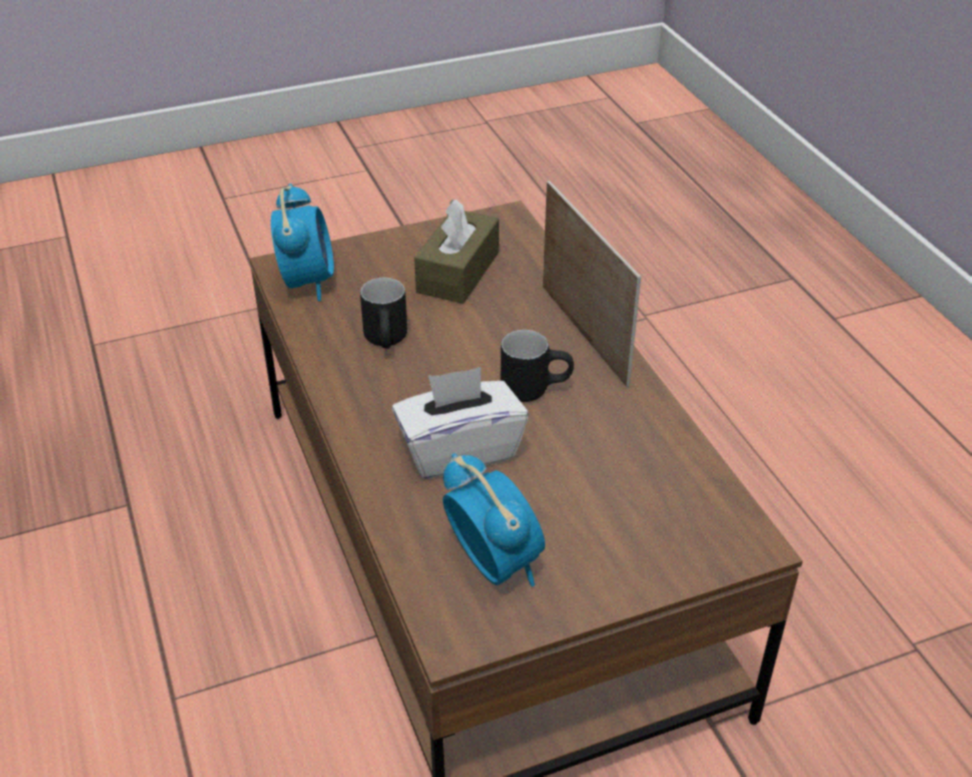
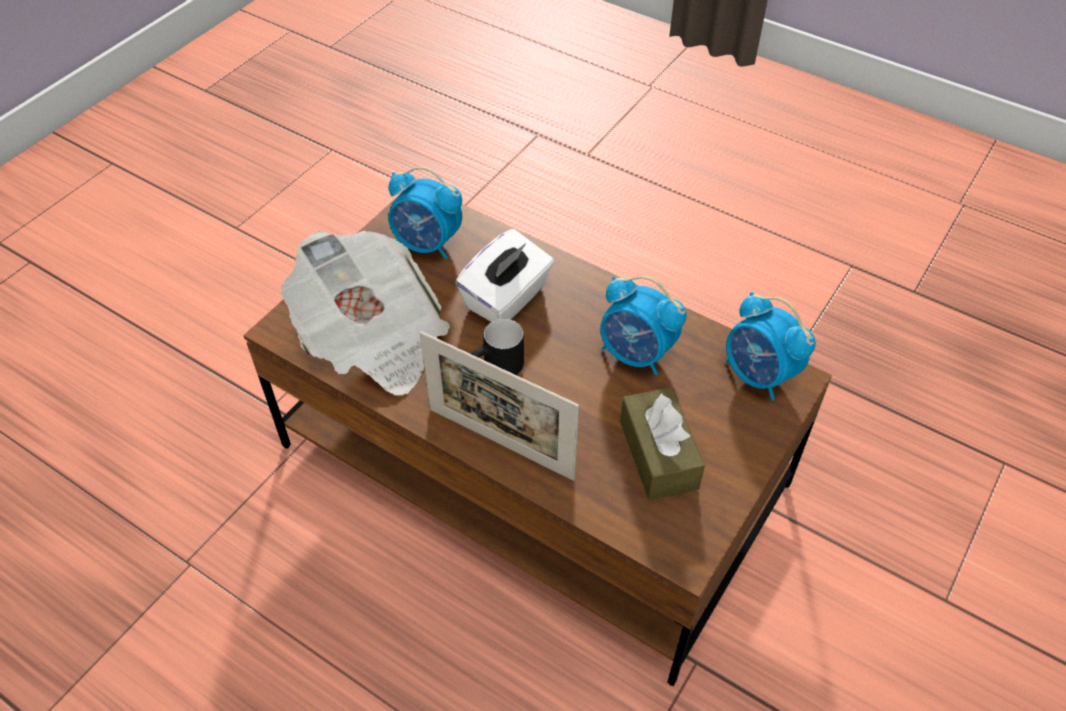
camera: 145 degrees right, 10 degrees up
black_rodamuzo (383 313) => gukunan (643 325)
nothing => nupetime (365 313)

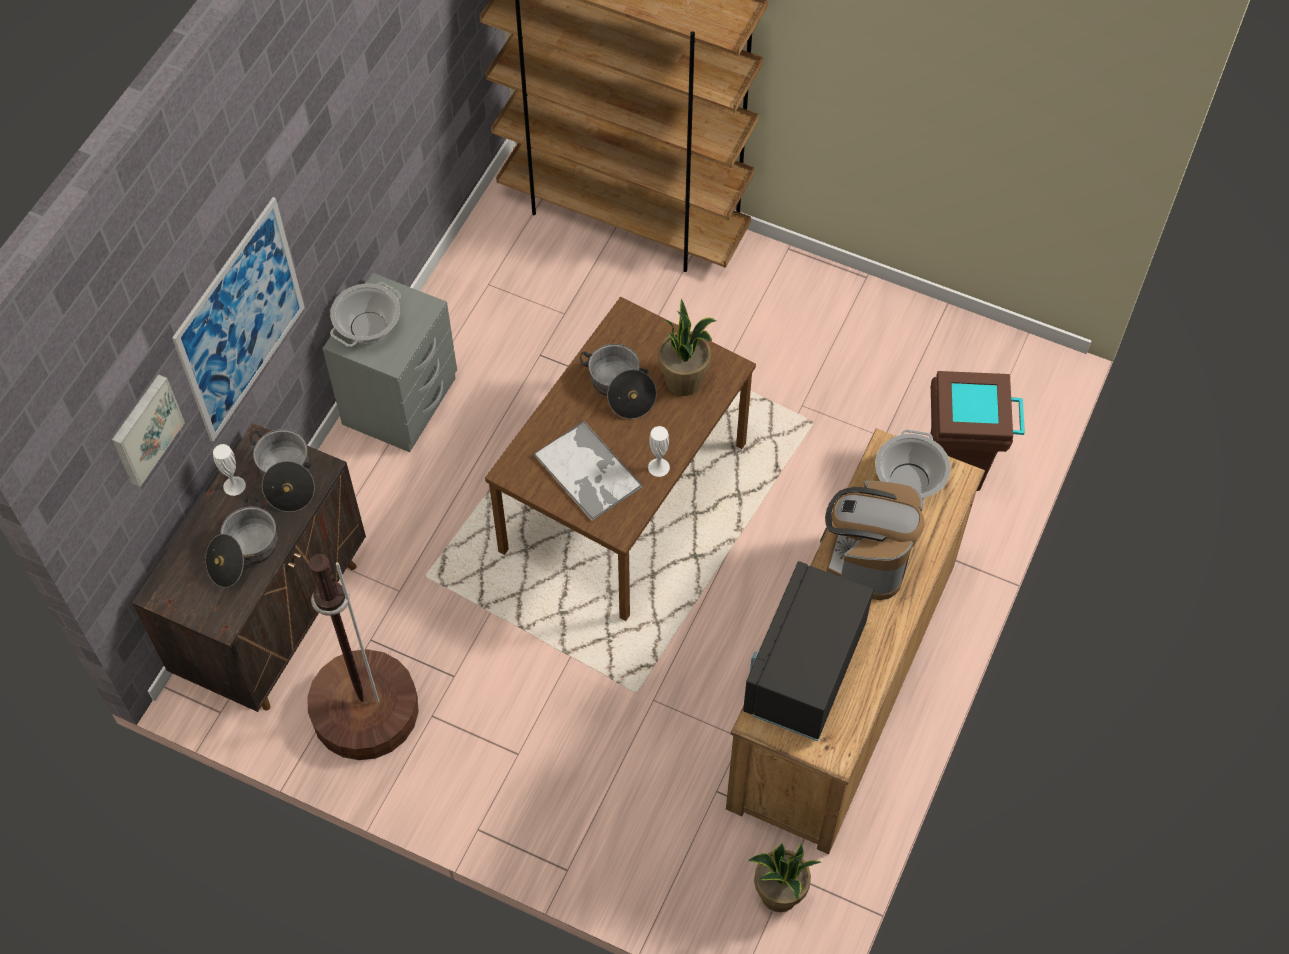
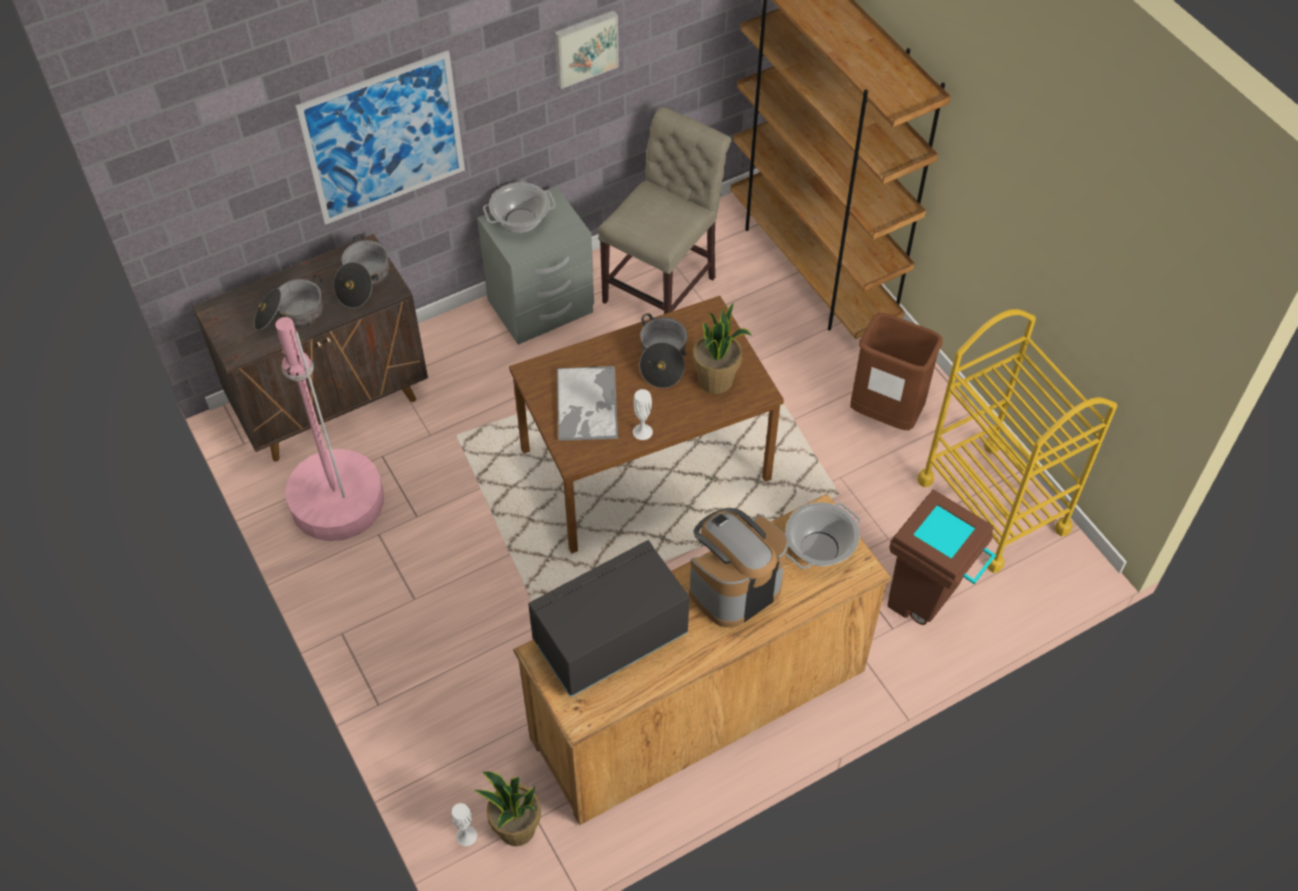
camera: 35 degrees right, 5 degrees down
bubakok (148 430) => bubakok (586 49), relocated
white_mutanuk (229 470) => white_mutanuk (464 824), relocated
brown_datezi (363 657) => pink_datezi (329 429)
nothing => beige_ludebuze (664 210)
nothing => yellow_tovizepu (1017 441)
nothing => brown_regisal (896 371)

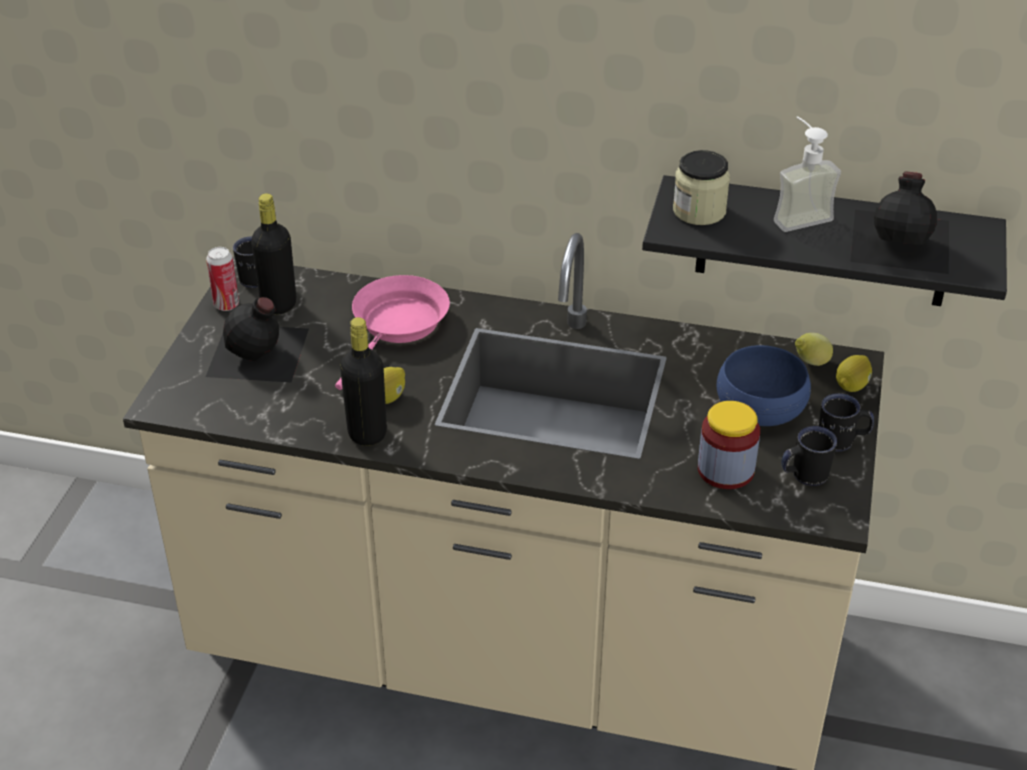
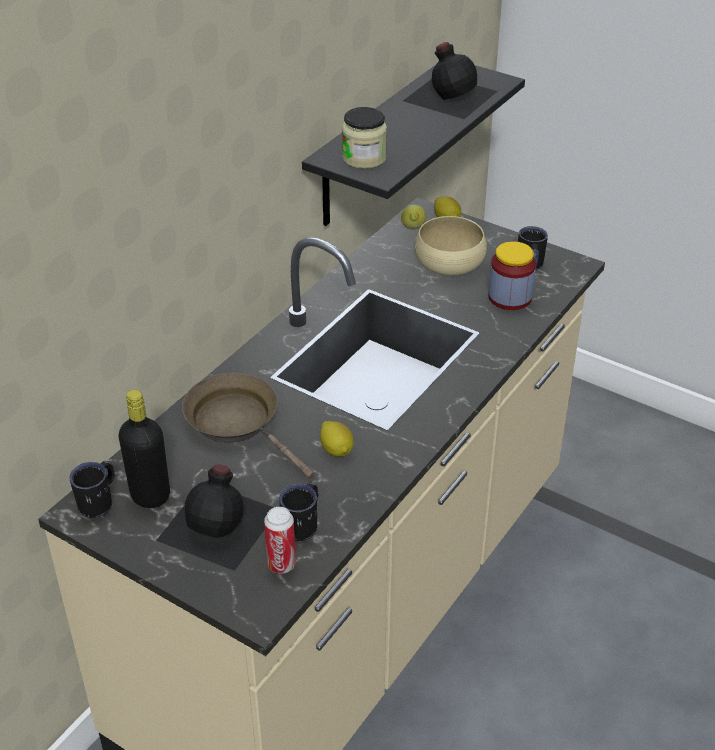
camera: 70 degrees left, 0 degrees up
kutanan (807 174) => nothing
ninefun (222 279) => ninefun (280 540), relocated
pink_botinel (392 332) => brown_botinel (248 425)
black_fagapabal (363 381) => nothing
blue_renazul (764 385) => beige_renazul (450 246)
black_rodamuzo (846 422) => black_rodamuzo (298 511), relocated

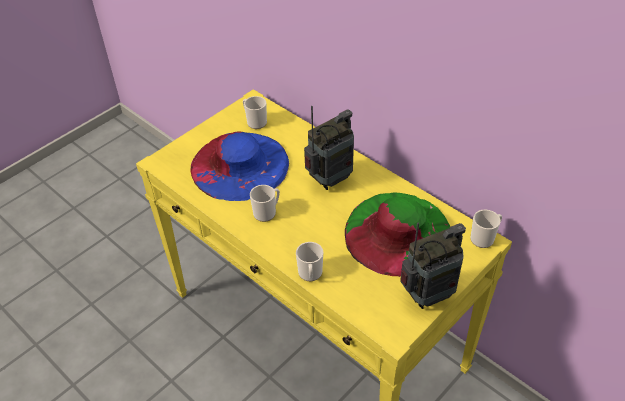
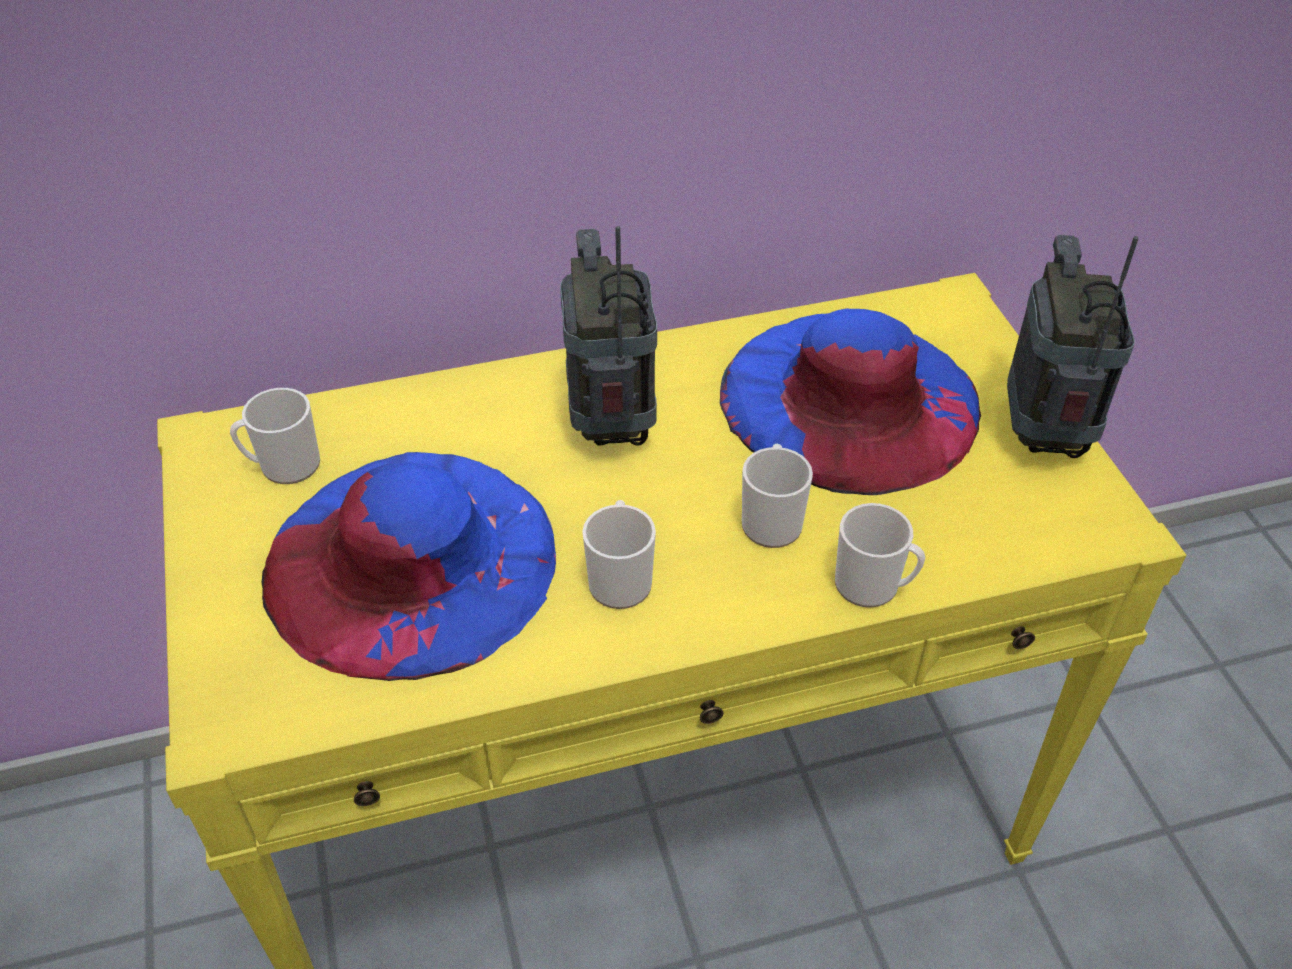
camera: 60 degrees left, 0 degrees up
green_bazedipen (397 235) => blue_bazedipen (850 402)
rodamuzo (486 229) => rodamuzo (777 496), relocated

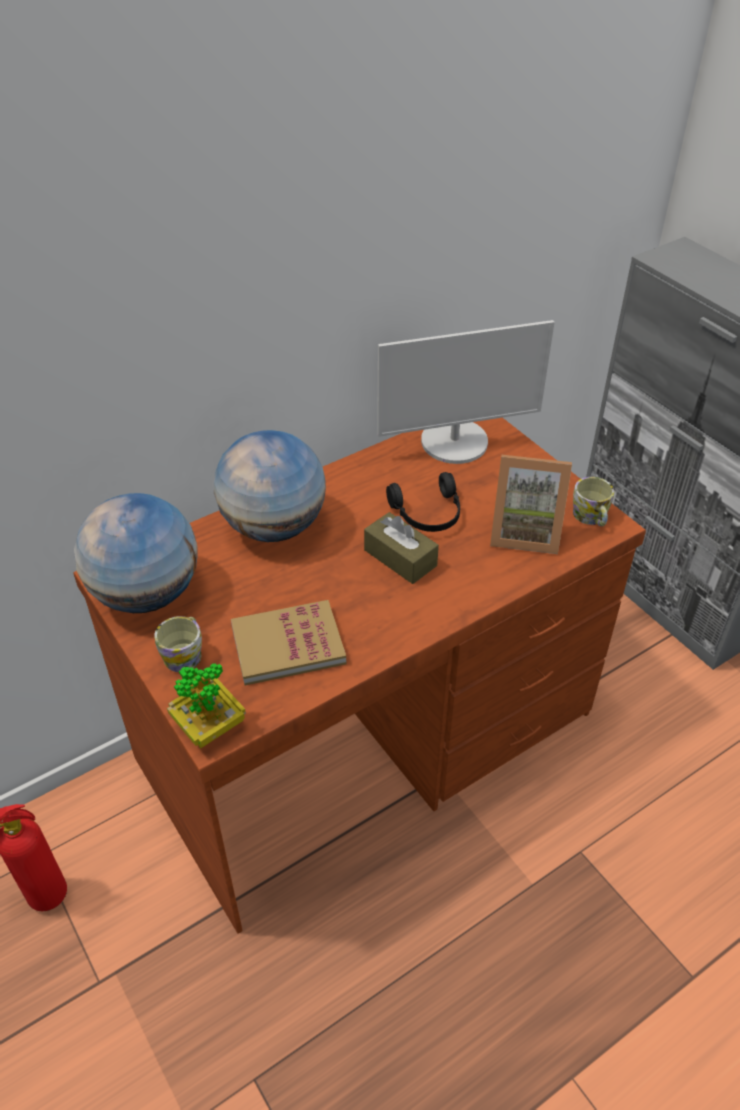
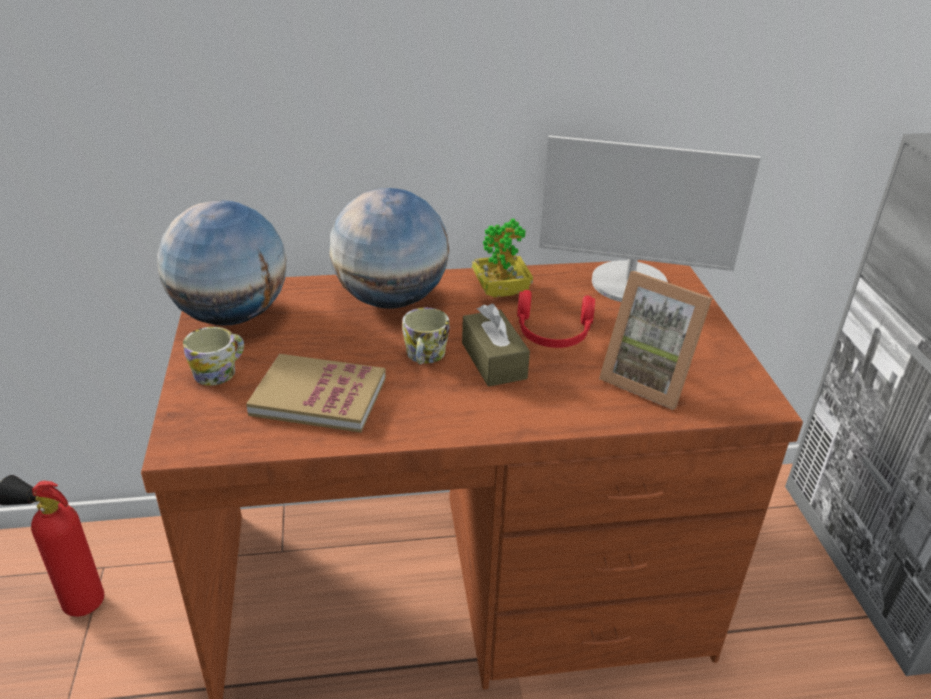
camera: 25 degrees right, 10 degrees down
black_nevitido (423 502) => red_nevitido (556 319)
rodamuzo (593 501) => rodamuzo (425 336), relocated
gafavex (206 706) => gafavex (502 258), relocated

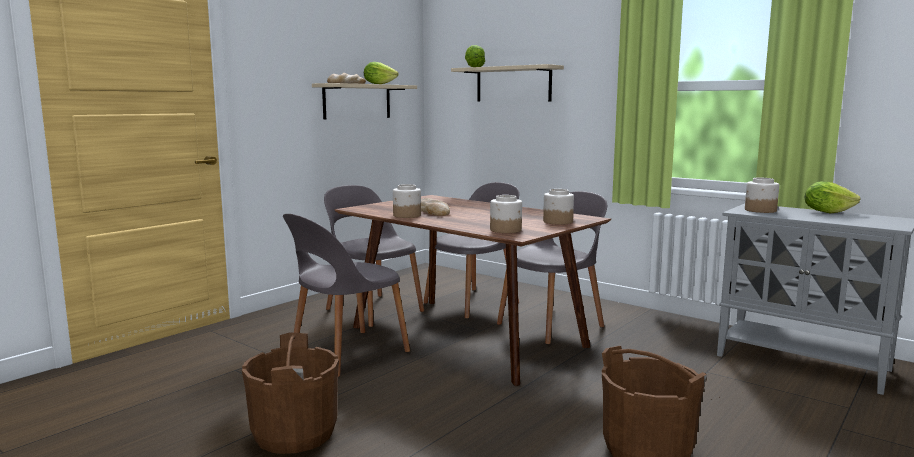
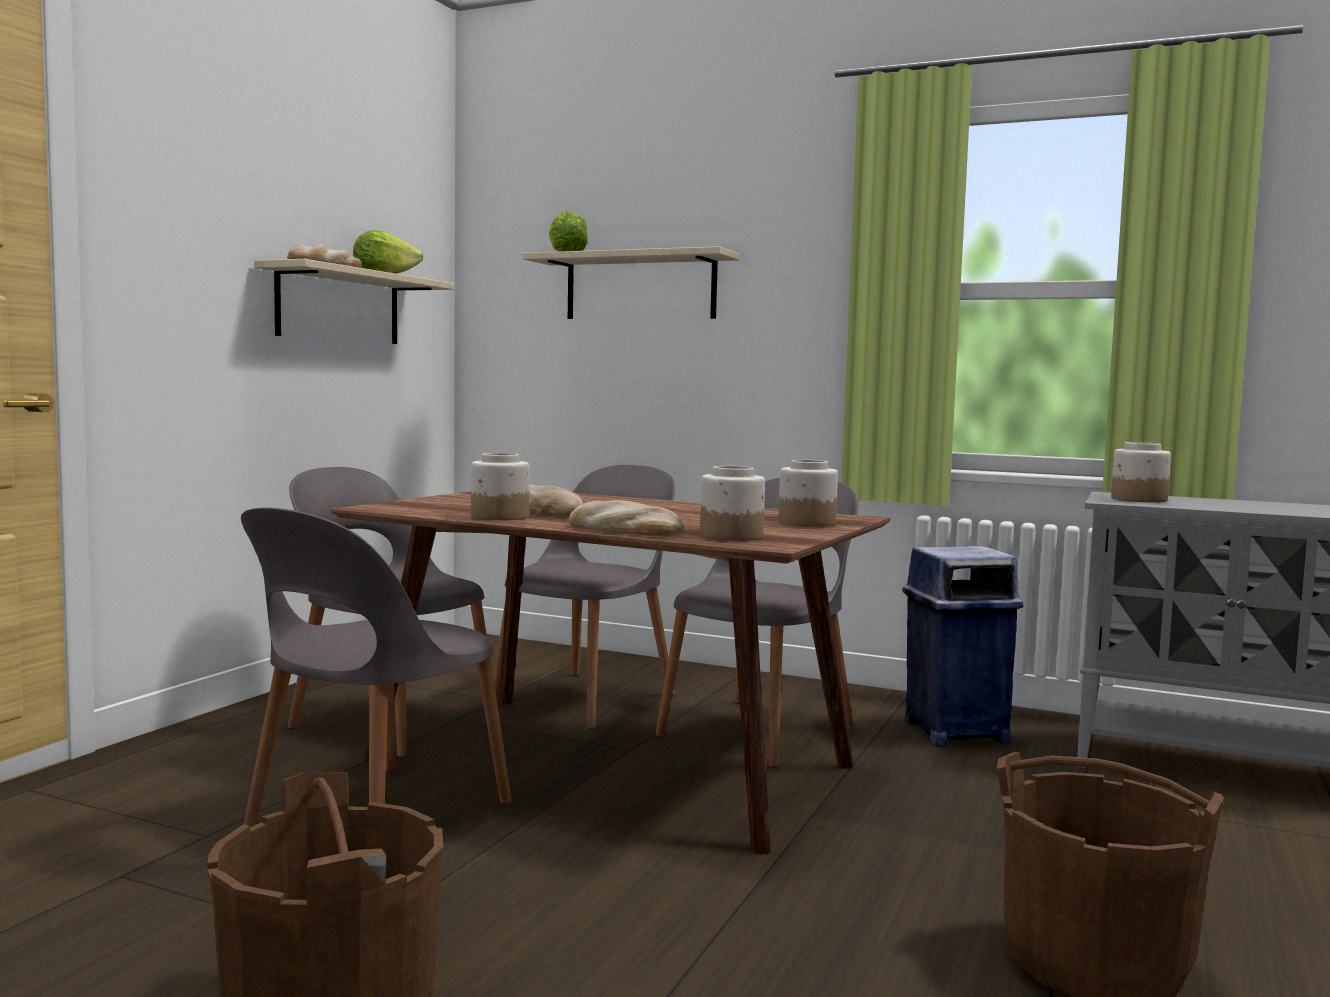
camera: 15 degrees left, 5 degrees down
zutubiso (833 197) => nothing
nothing => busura (626 518)
nothing => blue_regisal (963 646)

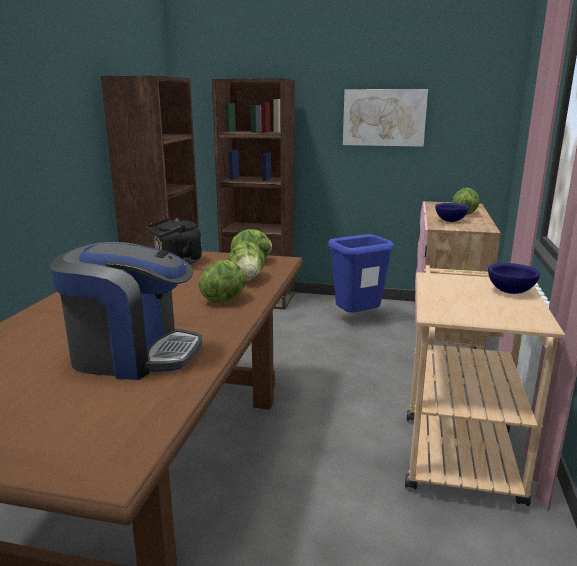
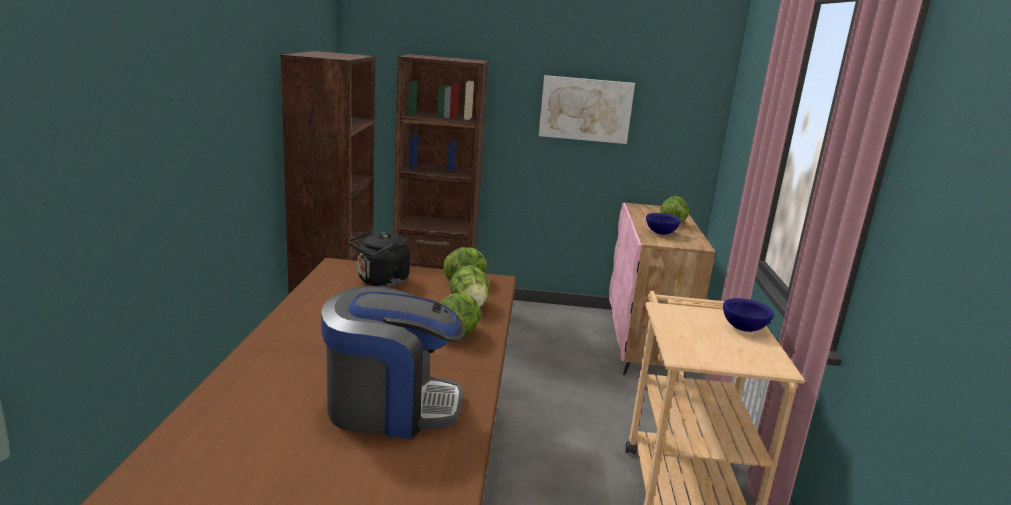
camera: 10 degrees left, 0 degrees up
blue_regisal (361 273) => nothing

